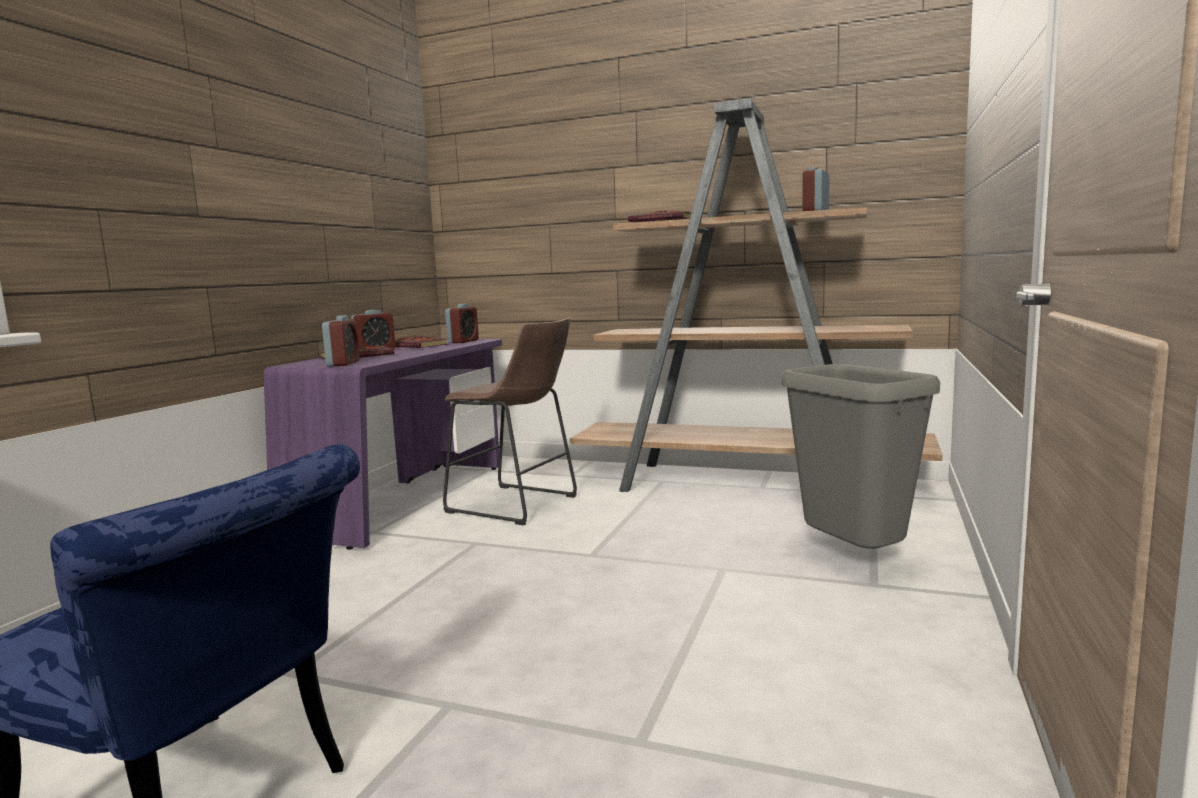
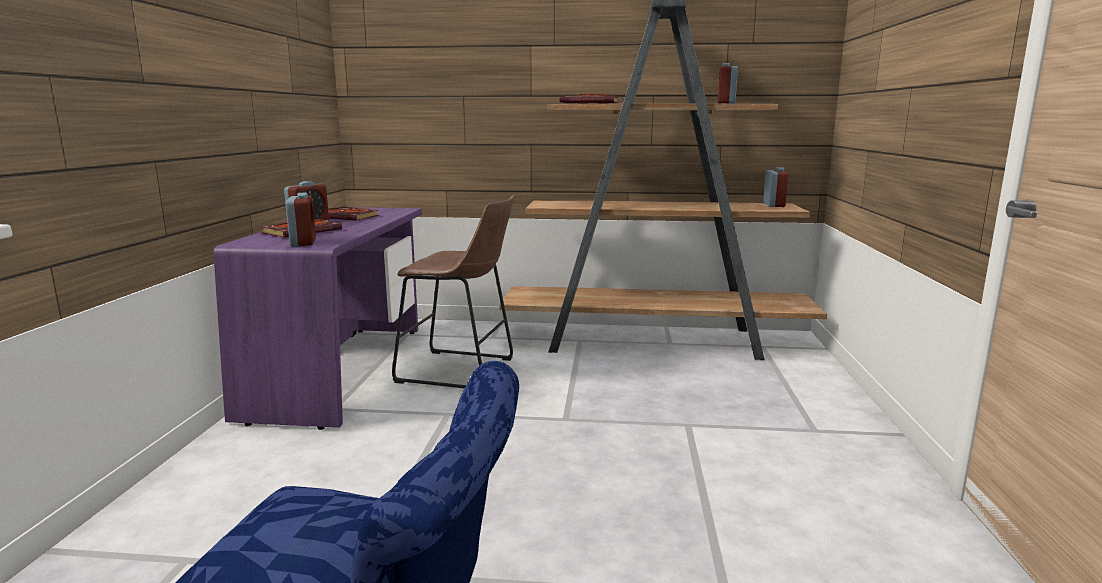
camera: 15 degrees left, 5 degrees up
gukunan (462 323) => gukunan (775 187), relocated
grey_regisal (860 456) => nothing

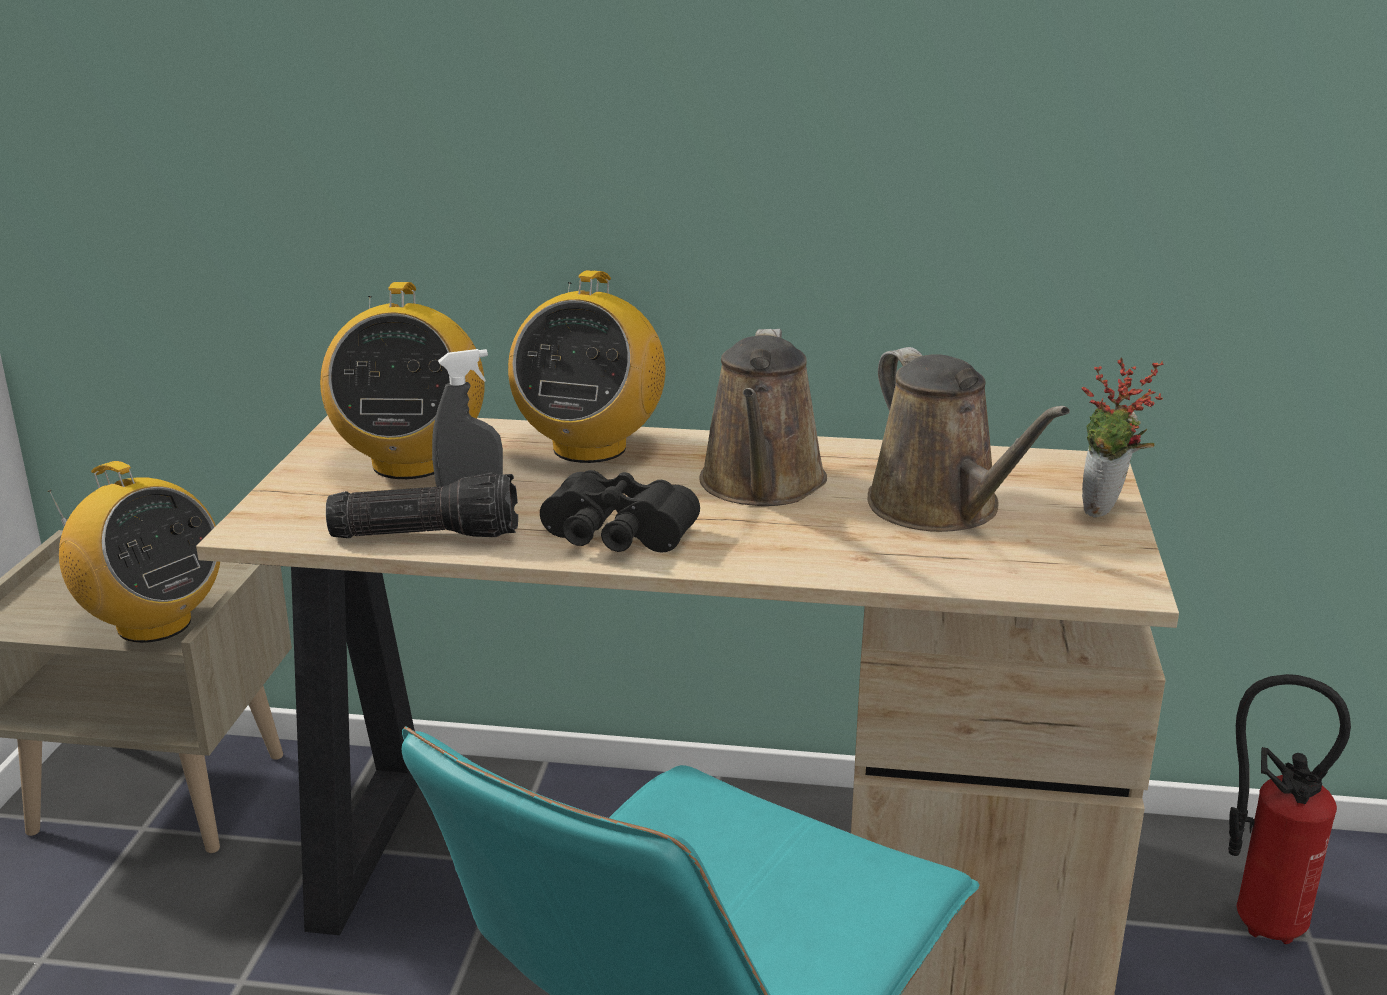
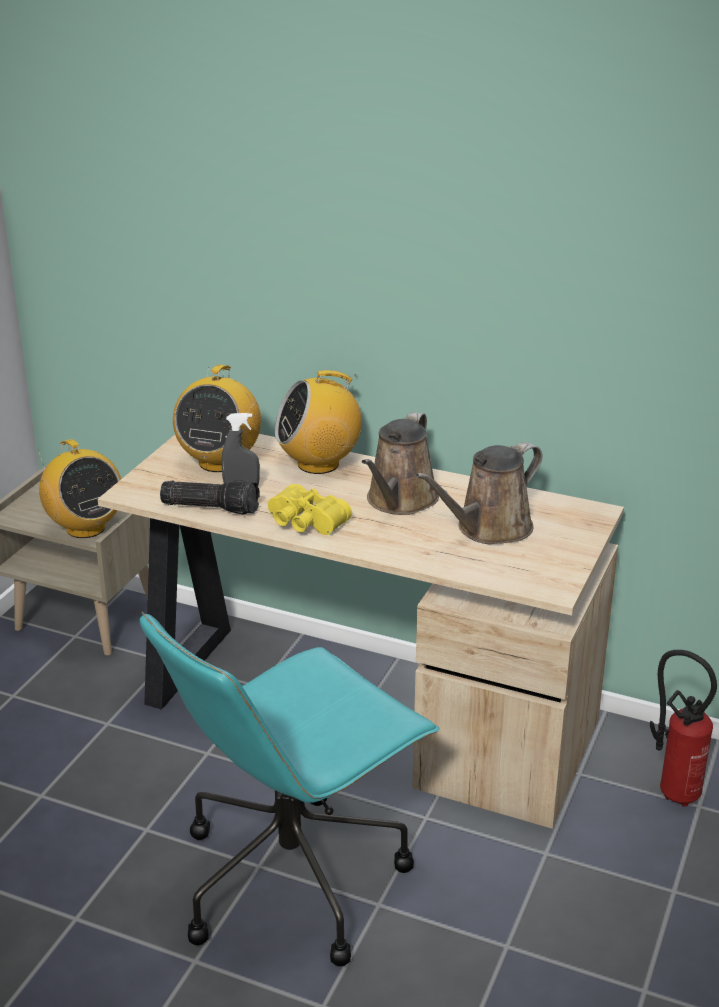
camera: 15 degrees right, 5 degrees up
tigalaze (587 366) => tigalaze (318 422), 45 degrees clockwise
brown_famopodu (968 439) => brown_famopodu (479 493), 60 degrees clockwise
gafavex (1123 437) => nothing
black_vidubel (620 511) => yellow_vidubel (310 509)

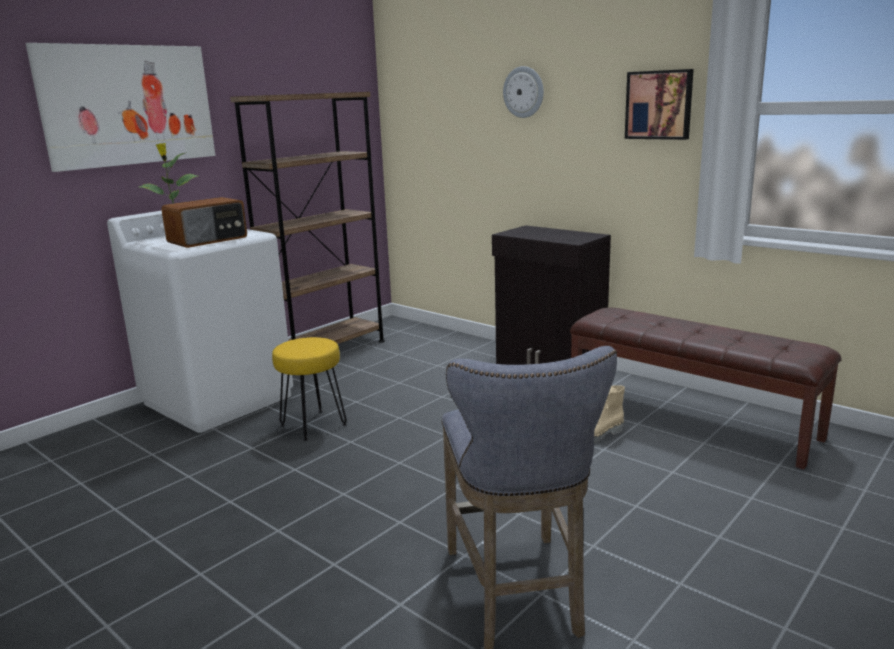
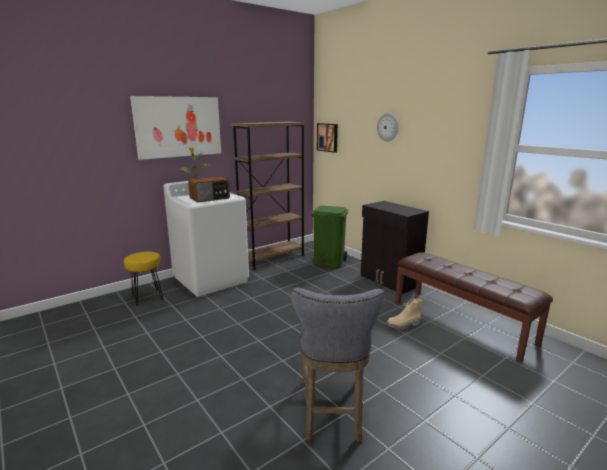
camera: 10 degrees right, 0 degrees up
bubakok (659 104) => bubakok (327 138), relocated
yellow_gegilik (309 389) => yellow_gegilik (143 278), relocated
nothing => green_regisal (330 237)

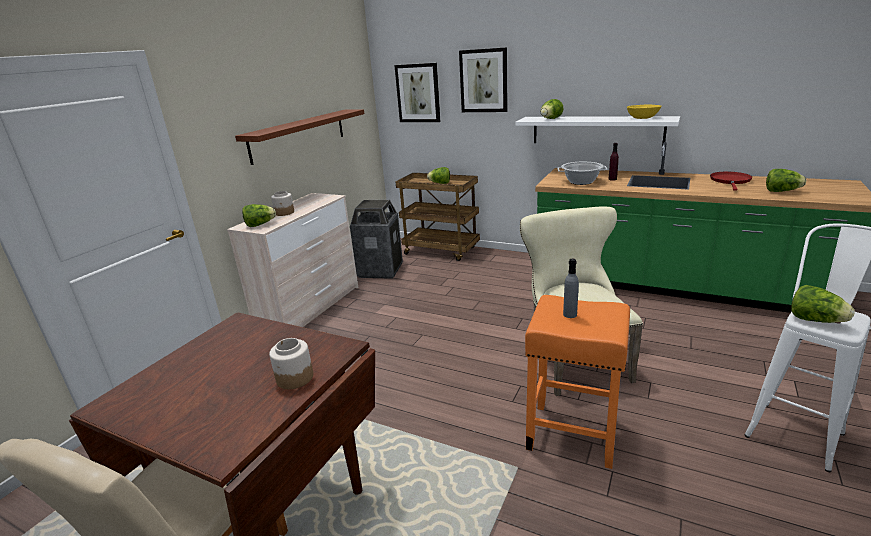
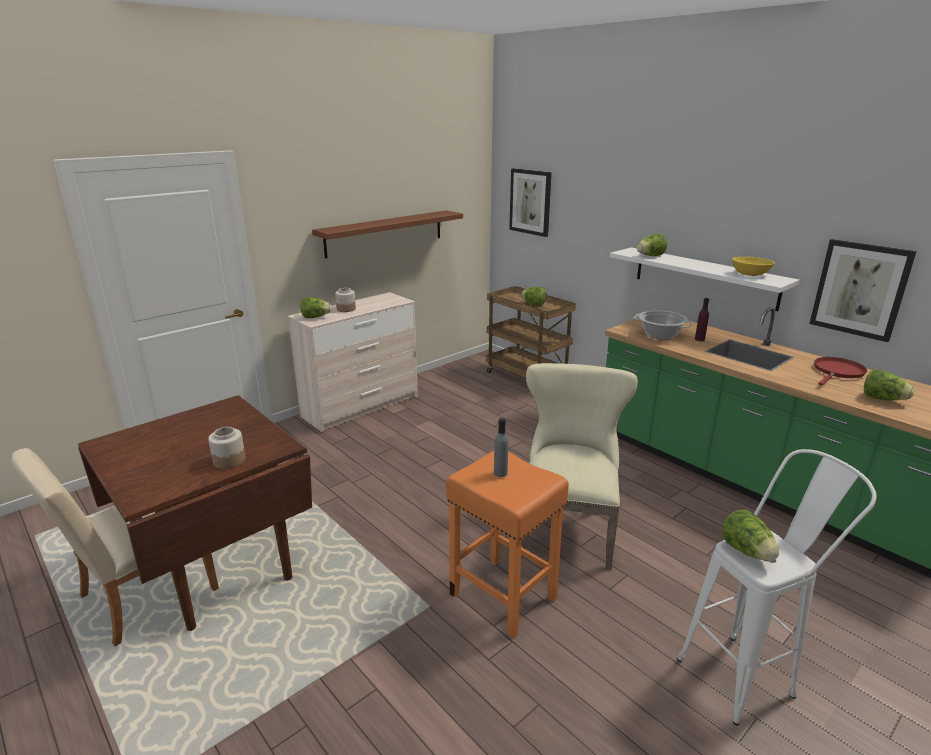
camera: 20 degrees right, 0 degrees up
bubakok (483 79) => bubakok (863 290), relocated
regisal (376 239) => nothing

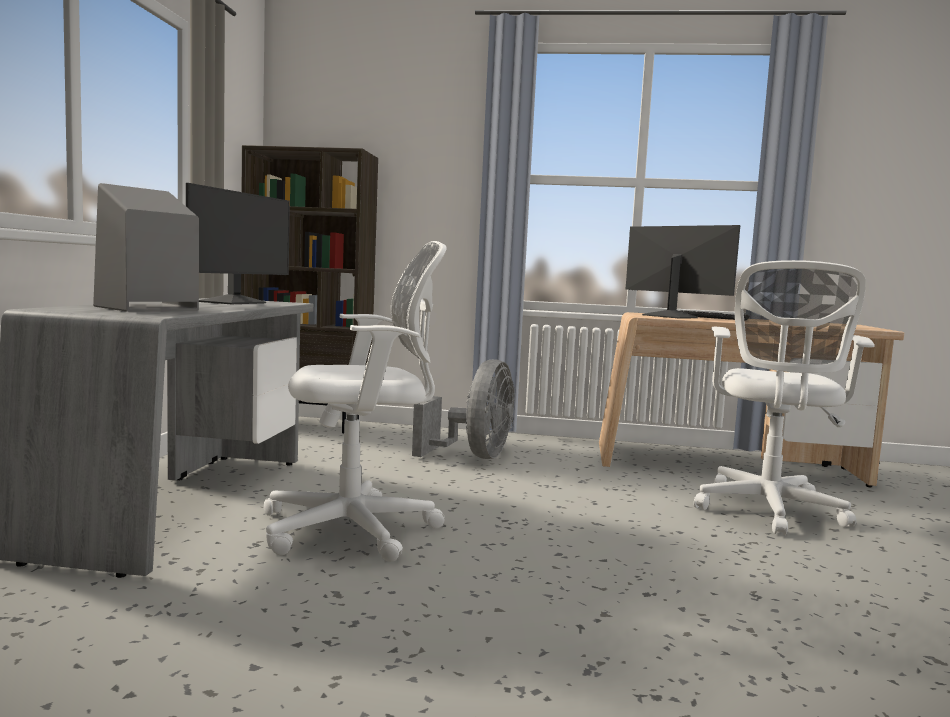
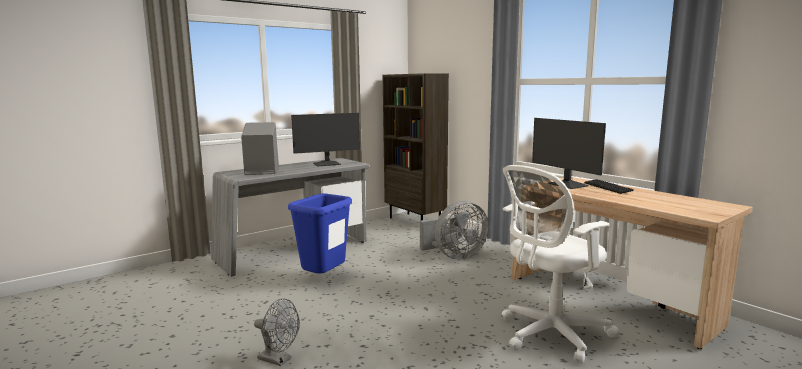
camera: 45 degrees right, 5 degrees up
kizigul (683 272) => kizigul (569 153), 150 degrees clockwise
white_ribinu (355 401) => blue_regisal (320 233)
nothing => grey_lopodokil (277 332)

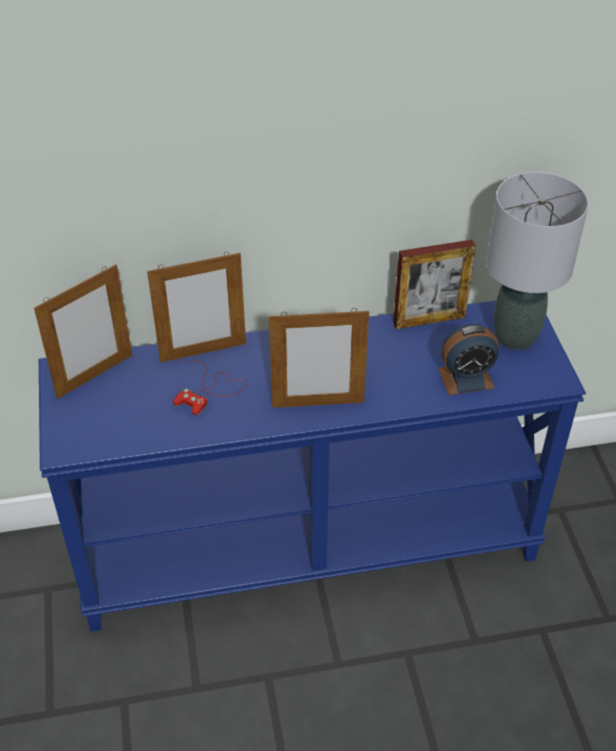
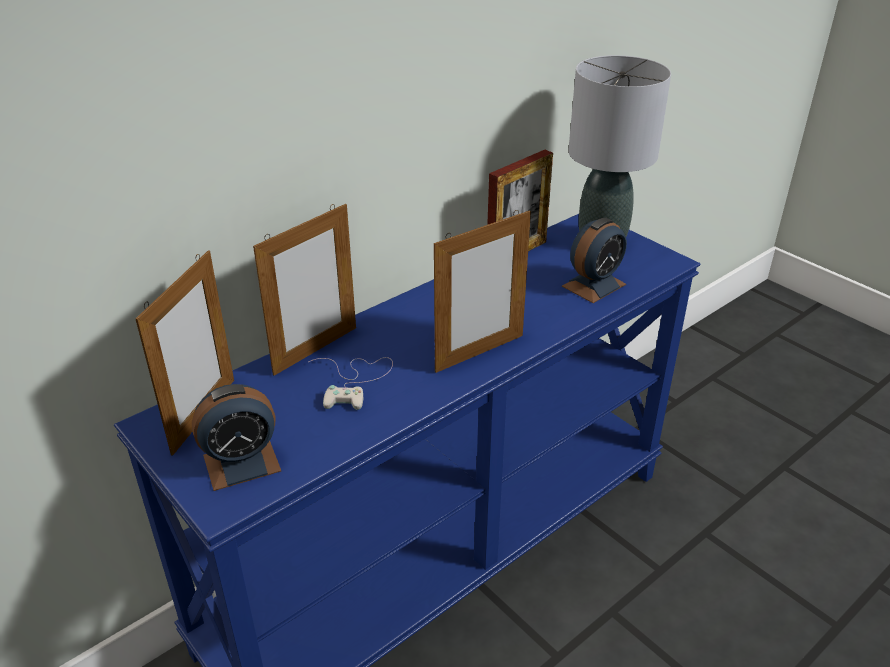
camera: 30 degrees left, 10 degrees down
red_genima (210 388) => white_genima (351 383)
nothing => gukunan (236 437)

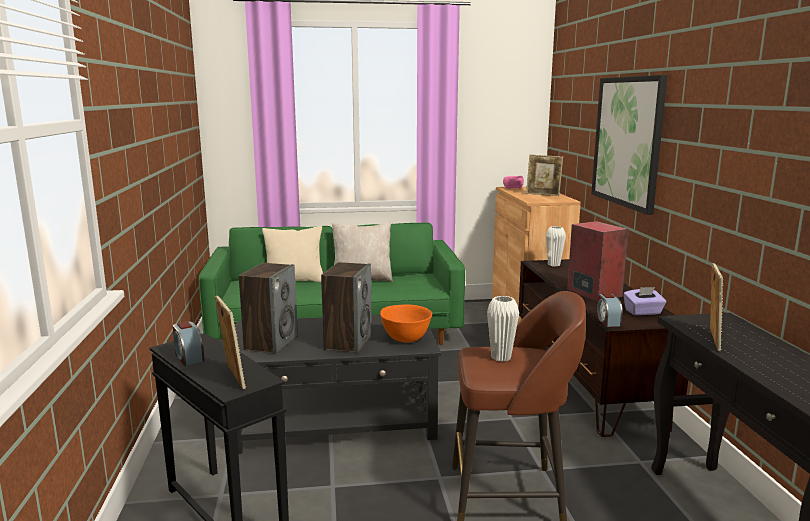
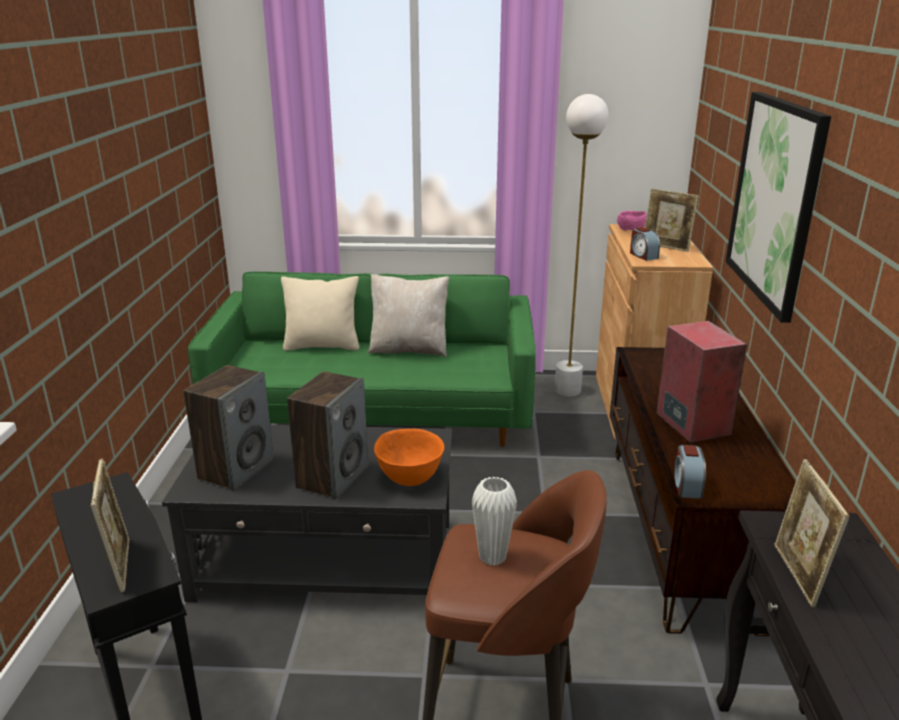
camera: 10 degrees right, 10 degrees up
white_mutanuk (556 246) => nothing
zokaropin (716 307) => zokaropin (812 533), 150 degrees clockwise
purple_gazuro (644 301) => nothing
gukunan (189 343) => gukunan (645 244), relocated
nothing => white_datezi (582 245)

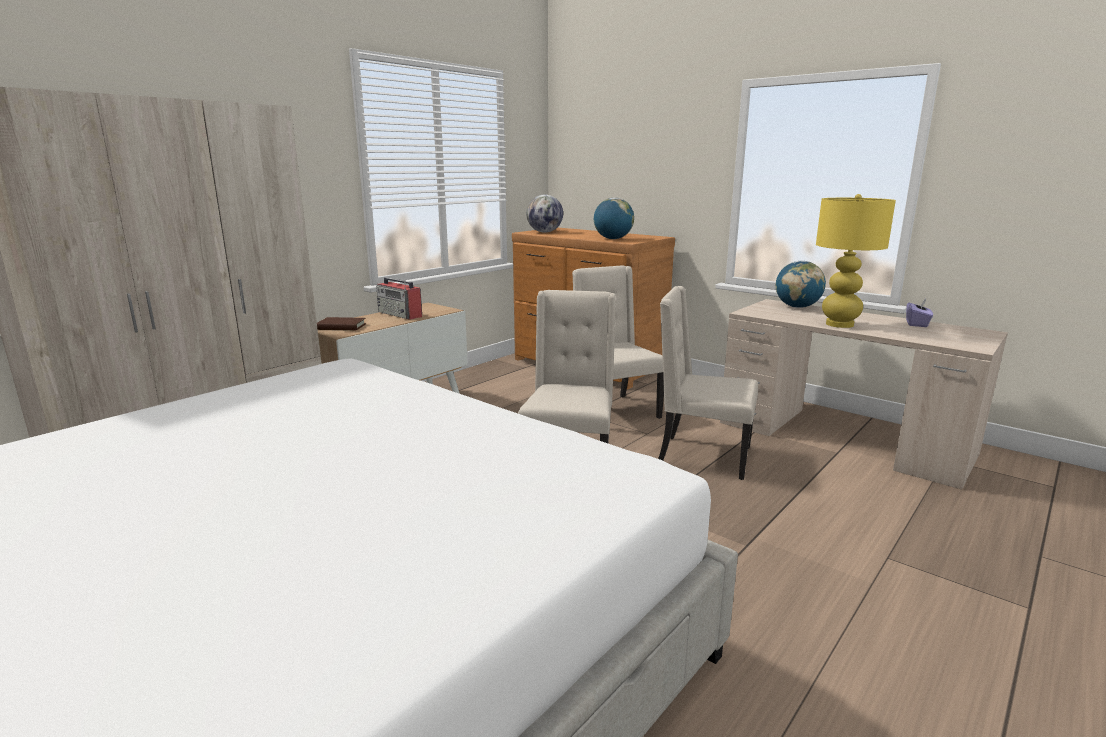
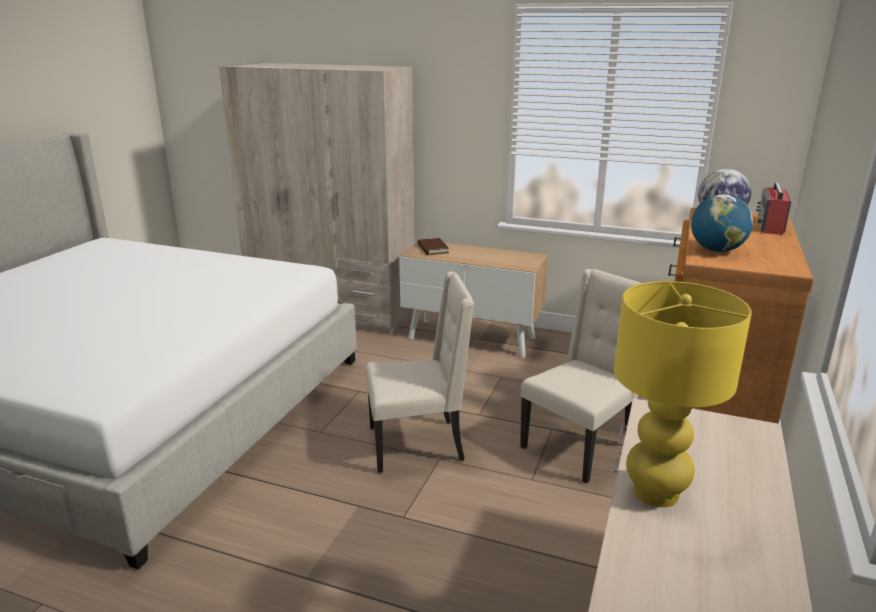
camera: 70 degrees right, 5 degrees up
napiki (801 284) => nothing
tigalaze (399 298) => tigalaze (773 208), relocated
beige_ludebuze (708 383) => nothing
purple_gazuro (919 313) => nothing

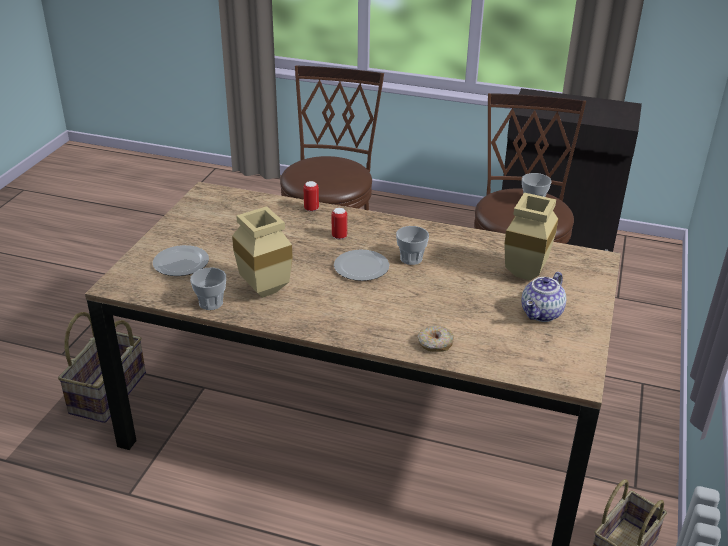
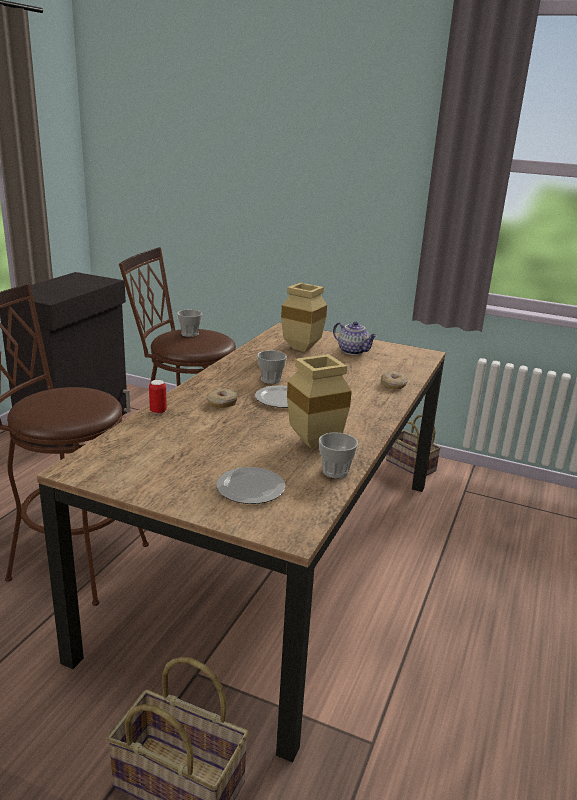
camera: 85 degrees left, 10 degrees down
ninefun (339 224) => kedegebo (222 398)

